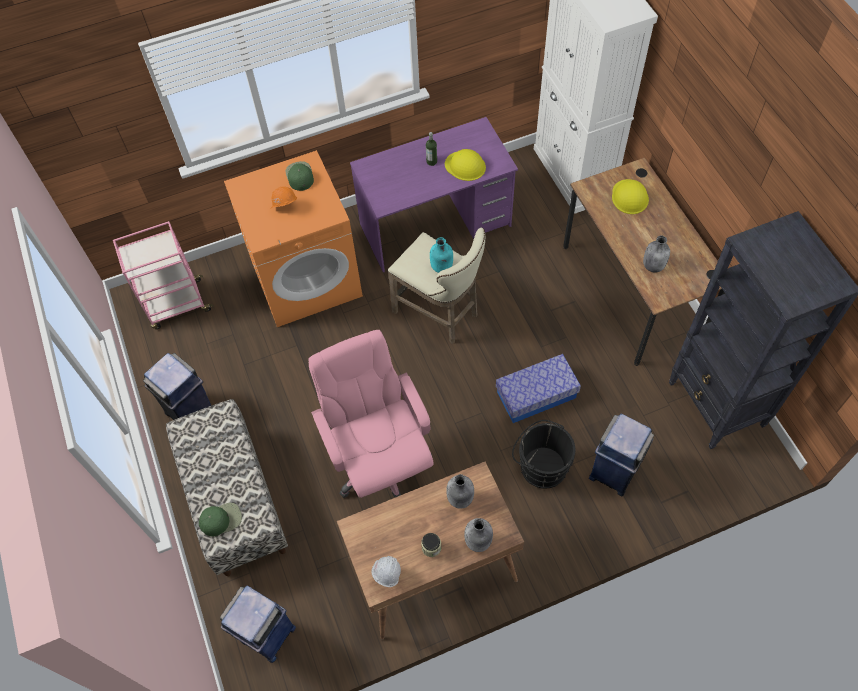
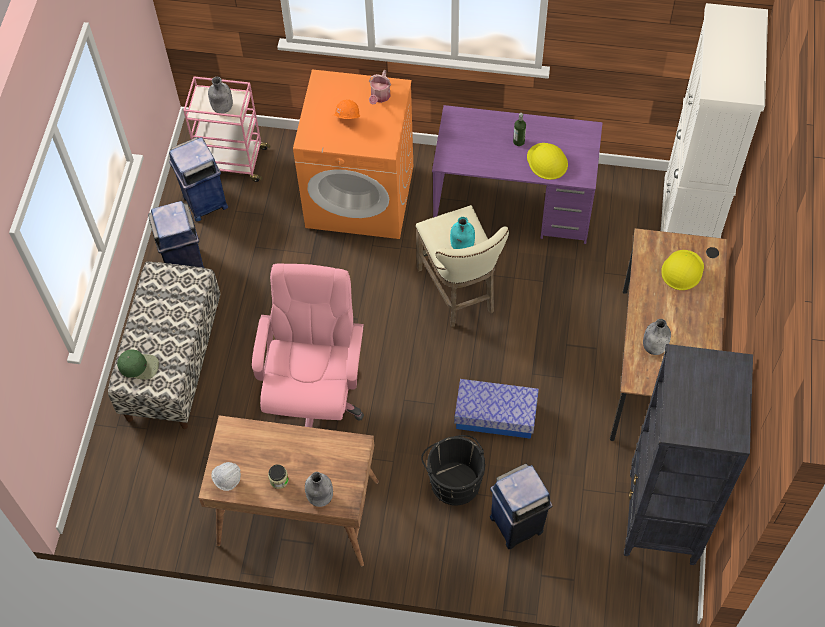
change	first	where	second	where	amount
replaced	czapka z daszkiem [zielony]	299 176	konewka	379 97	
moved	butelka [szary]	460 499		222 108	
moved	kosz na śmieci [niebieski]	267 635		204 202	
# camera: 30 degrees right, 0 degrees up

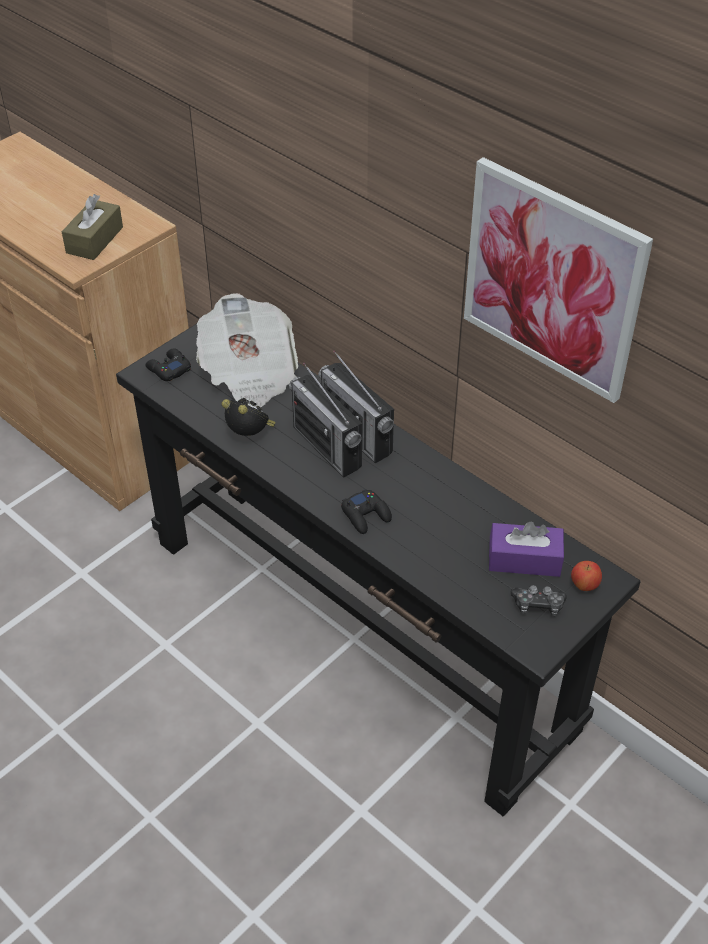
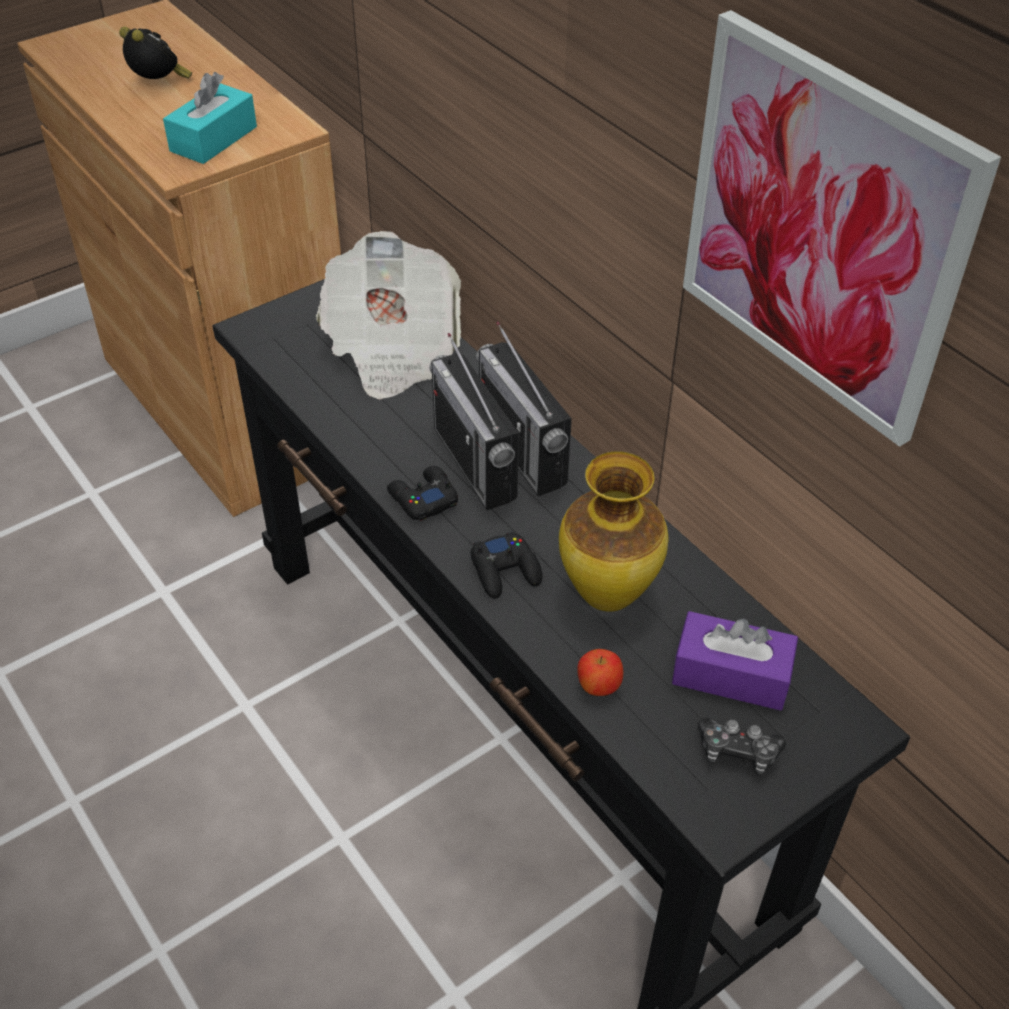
change	first	where	second	where	amount
recoloured	pudełko chusteczek [brązowy]	94 240	pudełko chusteczek [turkusowy]	213 139	
moved	pad do gier [czarny]	168 369		422 498	
moved	budzik	250 435		159 84	
moved	jabłko	584 585		598 686	
added			wazon	609 595	
# camera: 10 degrees right, 0 degrees up

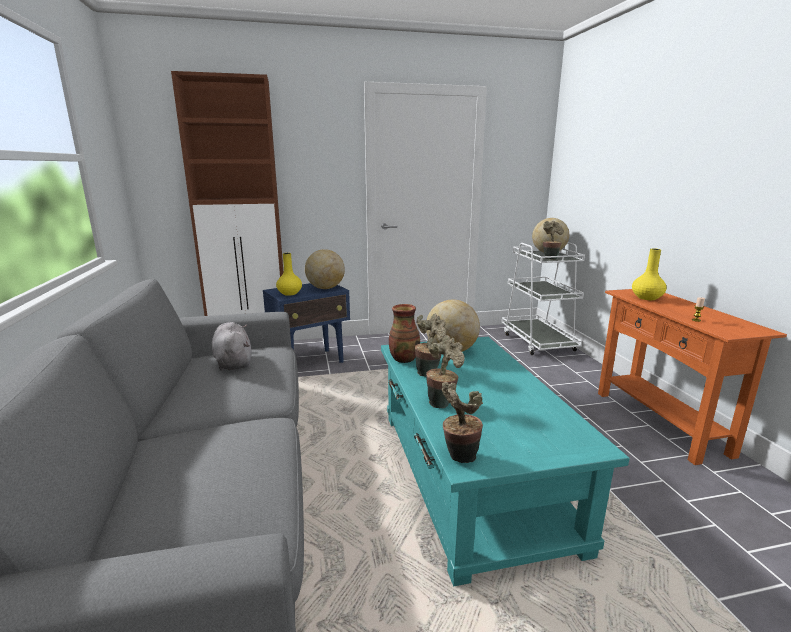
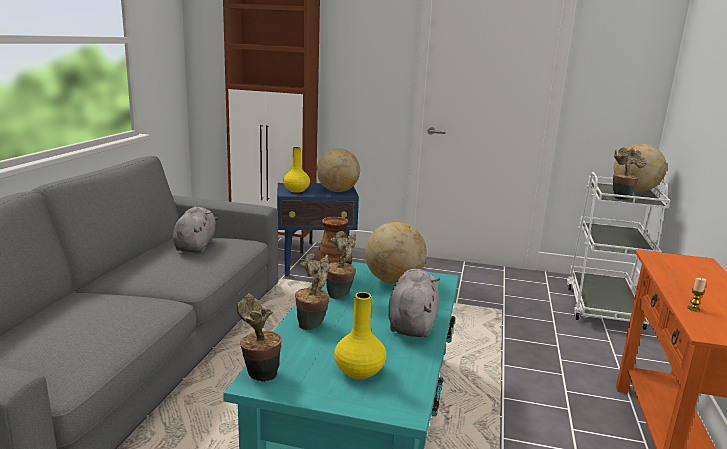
change	first	where	second	where	amount
moved	wazon [żółty]	646 298		358 371	
added			pluszak [szary]	412 323	
# camera: 25 degrees right, 0 degrees up

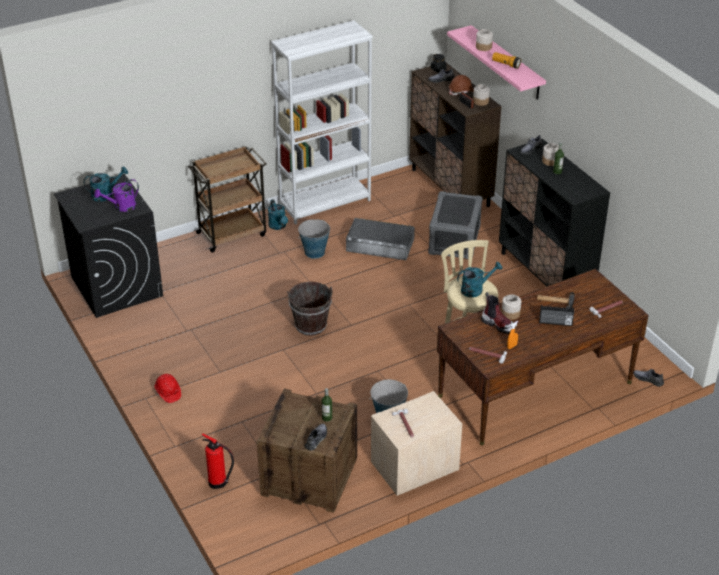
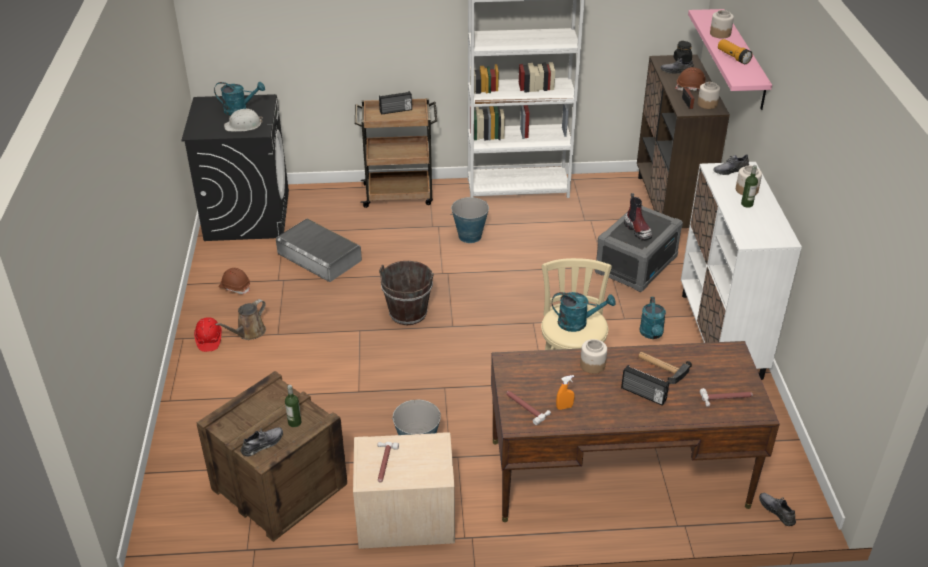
change	first	where	second	where	amount
recoloured	szafka [czarny]	545 275	szafka [biały]	721 335	
replaced	konewka [fioletowy]	121 207	kask [biały]	243 125	
moved	konewka [turkusowy]	278 226		652 334	
moved	pojemnik do przechowywania [szary]	380 244		319 257	
moved	but z cholewką	498 324		638 230	
removed	gaśnica	219 483			
added			radio	396 111	
added			kask [brązowy]	235 287	
added			konewka [brązowy]	249 333	
# camera: 25 degrees right, 0 degrees up

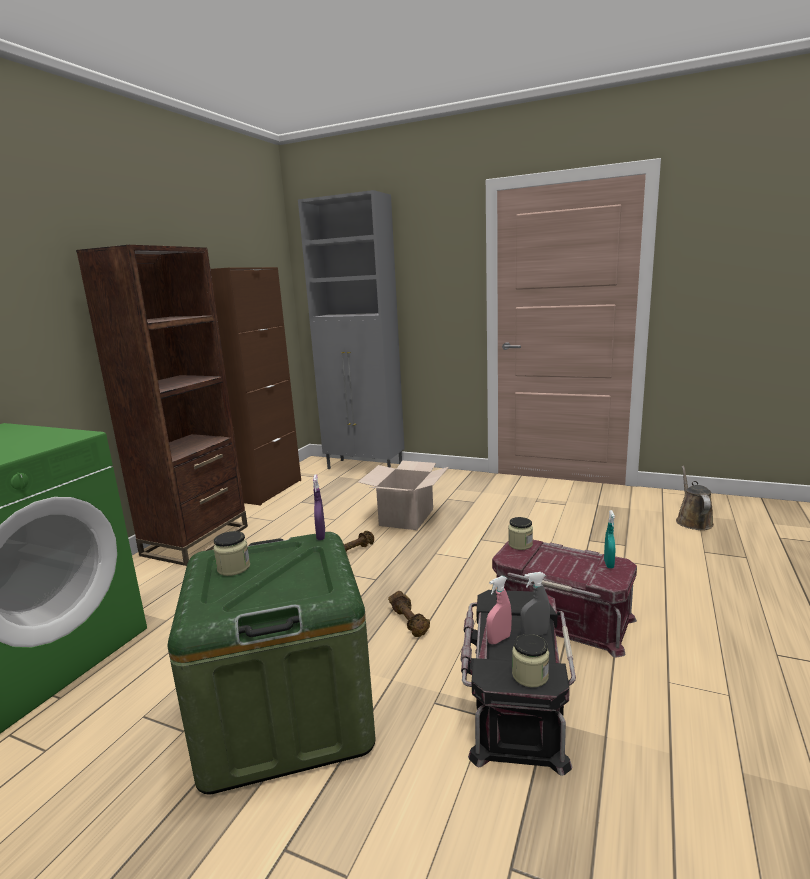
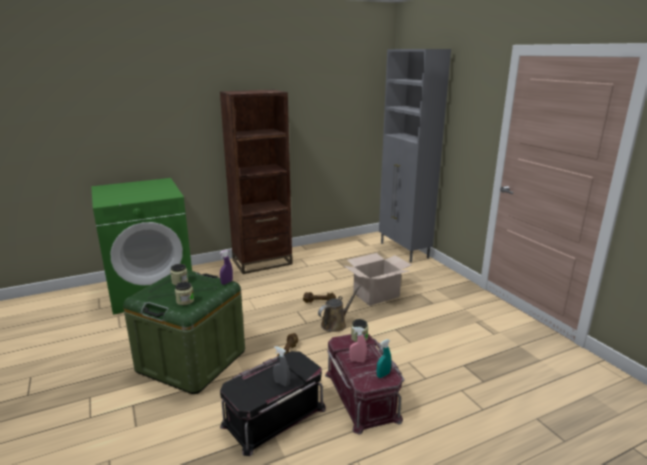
change	first	where	second	where	amount
removed	szafka [brązowy]	269 490			
moved	konewka [brązowy]	693 521		335 324	
moved	spryskiwacz [różowy]	499 639		357 361	
moved	słoik	530 675		185 301	
# camera: 40 degrees right, 5 degrees up

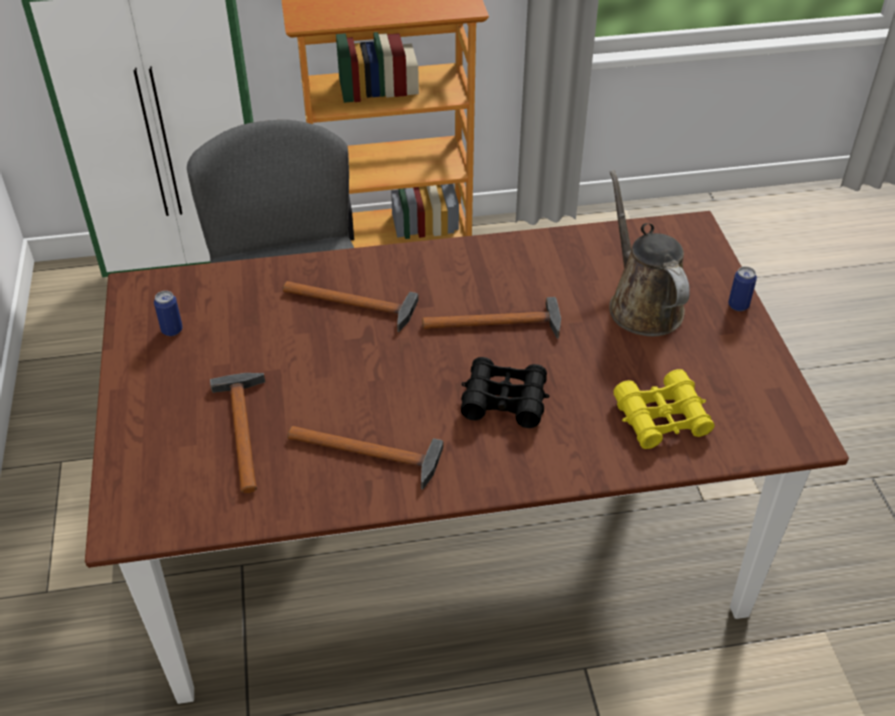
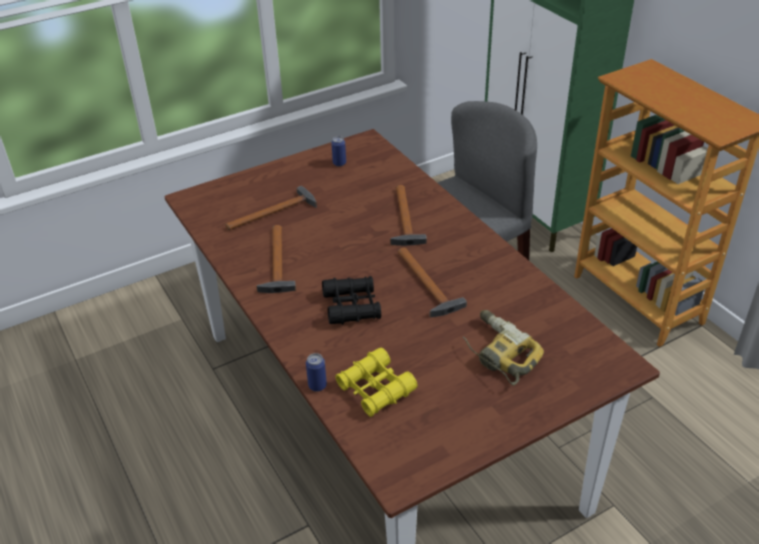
change	first	where	second	where	amount
replaced	konewka [brązowy]	642 304	wiertarka	498 353	
moved	puszka	738 305		317 385	
# camera: 70 degrees right, 5 degrees down

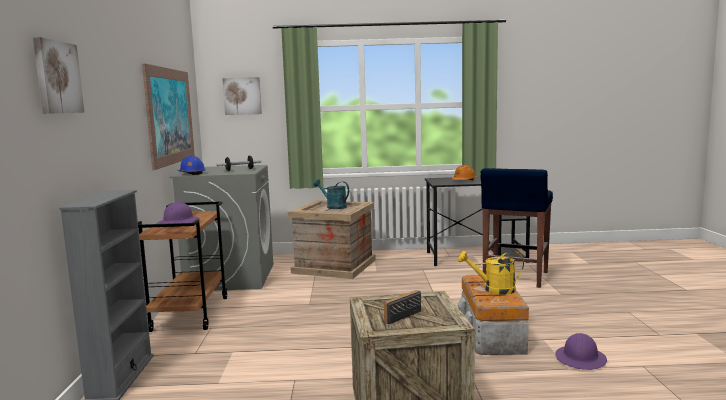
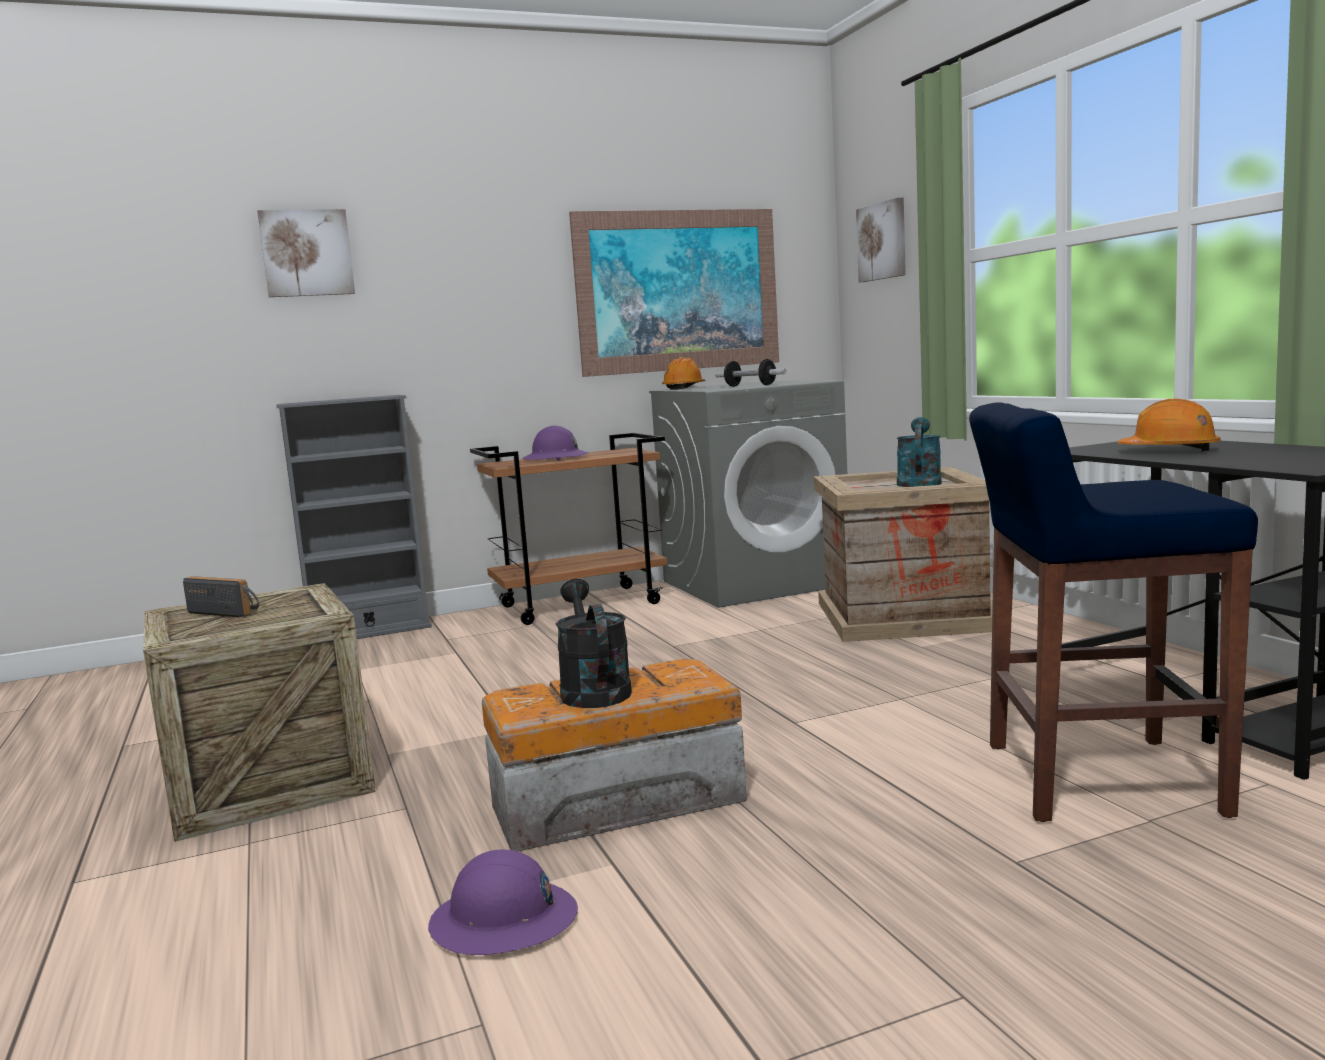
change	first	where	second	where	amount
recoloured	kask [niebieski]	191 173	kask [pomarańczowy]	684 388	
recoloured	konewka [żółty]	493 289	konewka [czarny]	592 690	
# camera: 70 degrees right, 0 degrees up

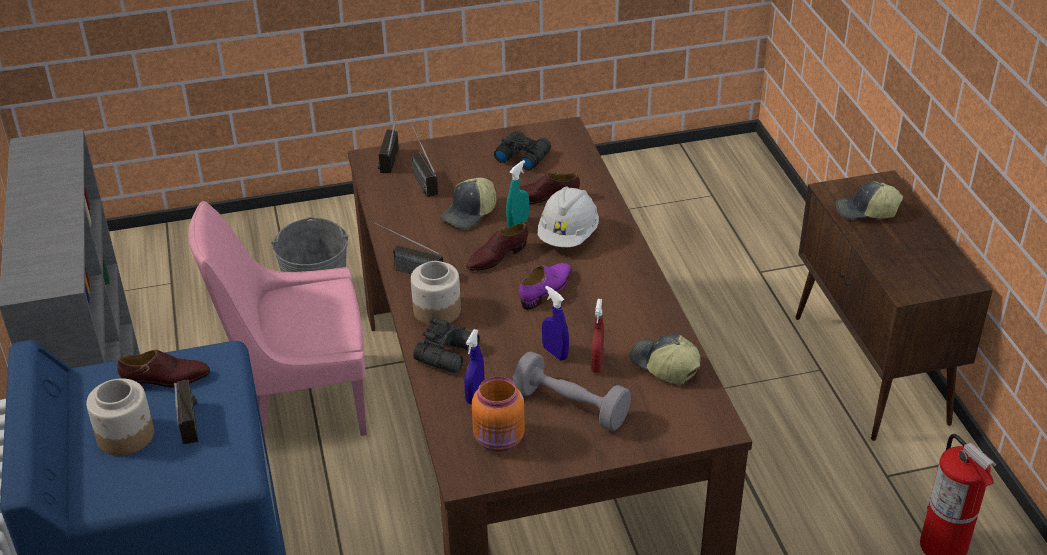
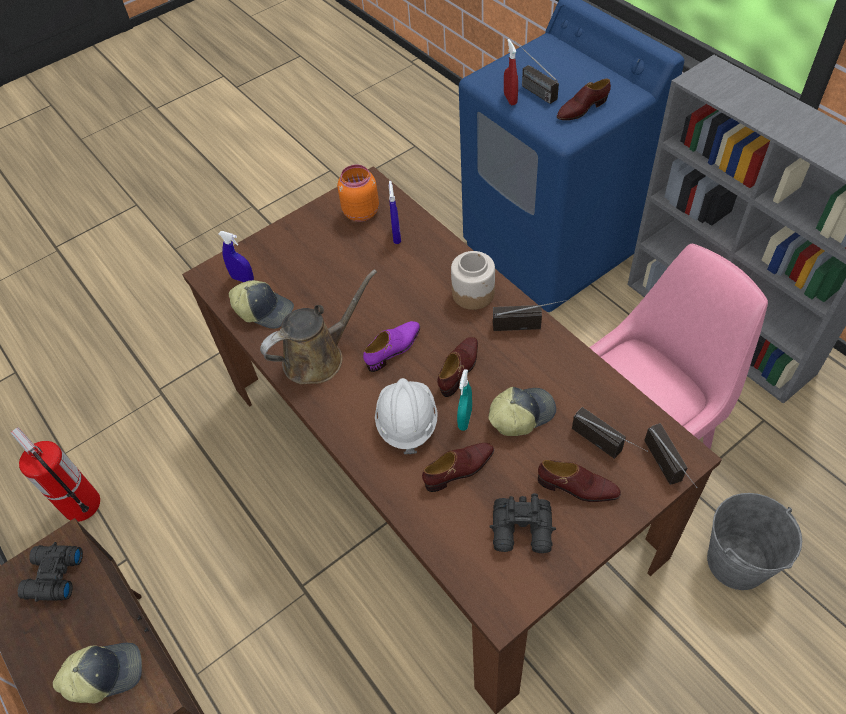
change	first	where	second	where	amount
turned	czapka z daszkiem	470 213		520 414	45 degrees clockwise
turned	but [fioletowy]	546 290		394 349	150 degrees counterclockwise
moved	spryskiwacz [niebieski]	555 353		243 279	
moved	spryskiwacz [czerwony]	597 364		510 99	
moved	lornetka [czarny]	449 354		53 577	
removed	hantel [szary]	570 406			
removed	słoik	126 435			
added			konewka [brązowy]	319 357	
added			but [brązowy]	577 488	
# camera: 160 degrees right, 15 degrees up

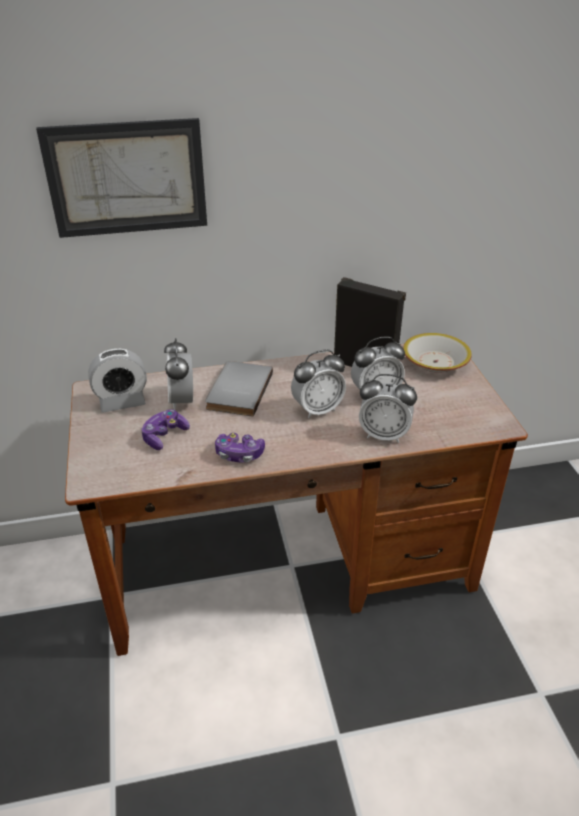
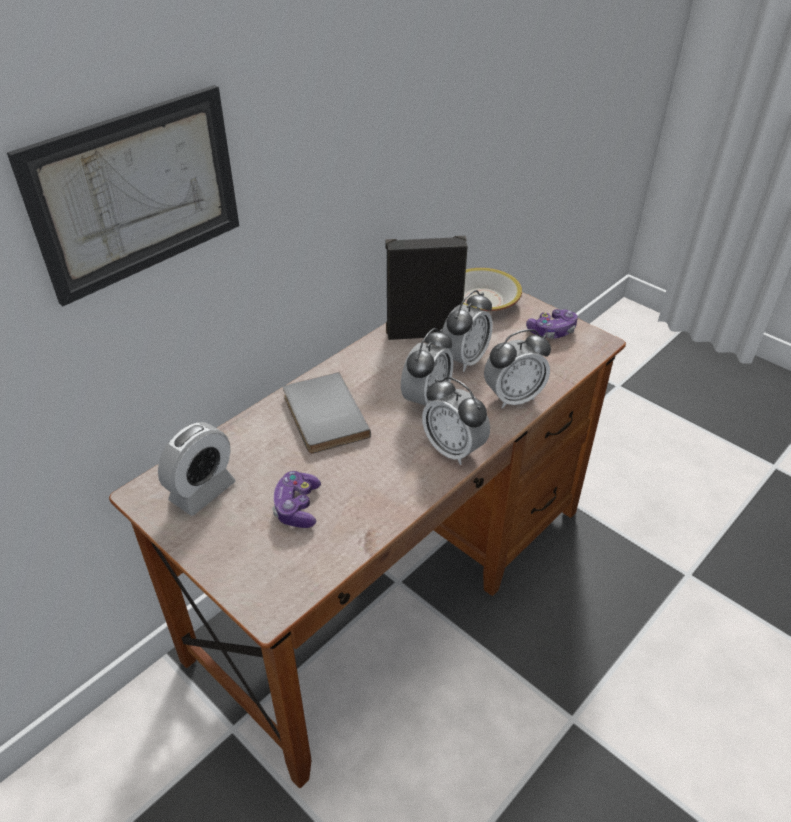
change	first	where	second	where	amount
moved	budzik	182 401		453 449	
moved	pad do gier	239 454		552 331	
# camera: 35 degrees left, 5 degrees up

